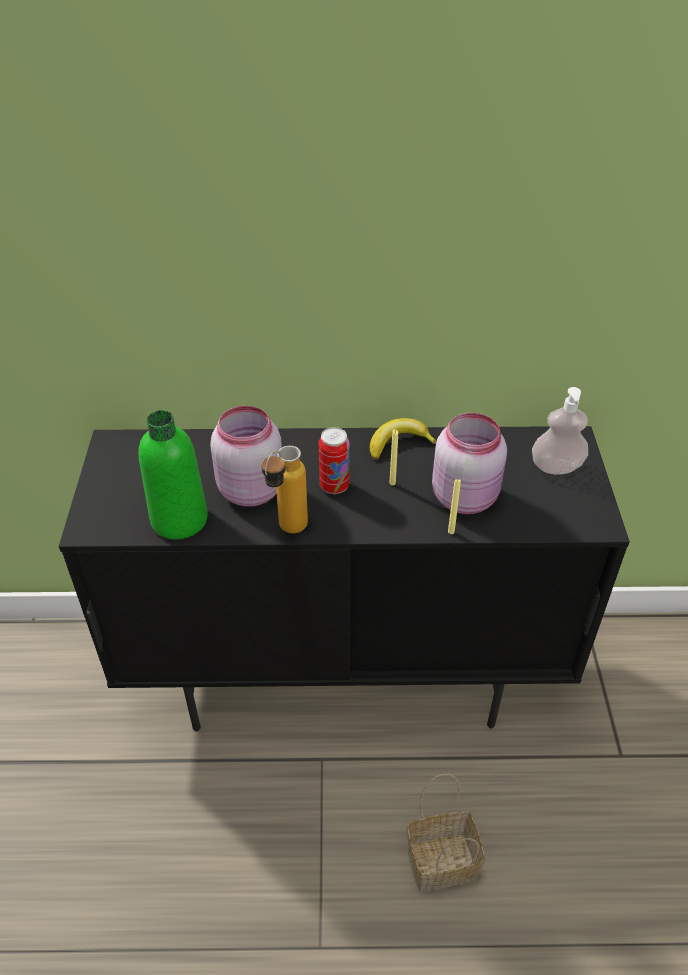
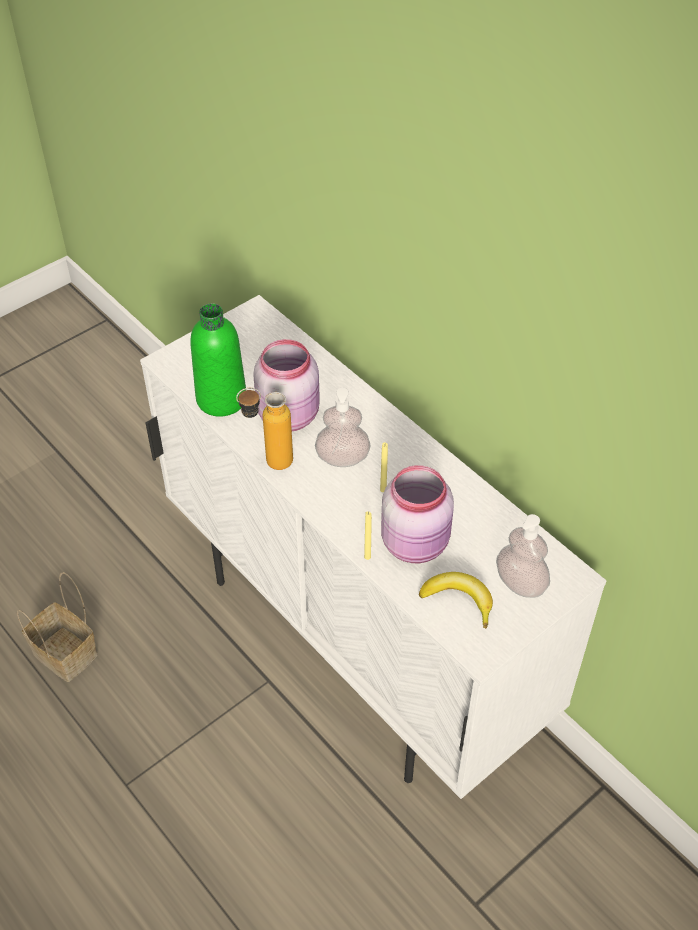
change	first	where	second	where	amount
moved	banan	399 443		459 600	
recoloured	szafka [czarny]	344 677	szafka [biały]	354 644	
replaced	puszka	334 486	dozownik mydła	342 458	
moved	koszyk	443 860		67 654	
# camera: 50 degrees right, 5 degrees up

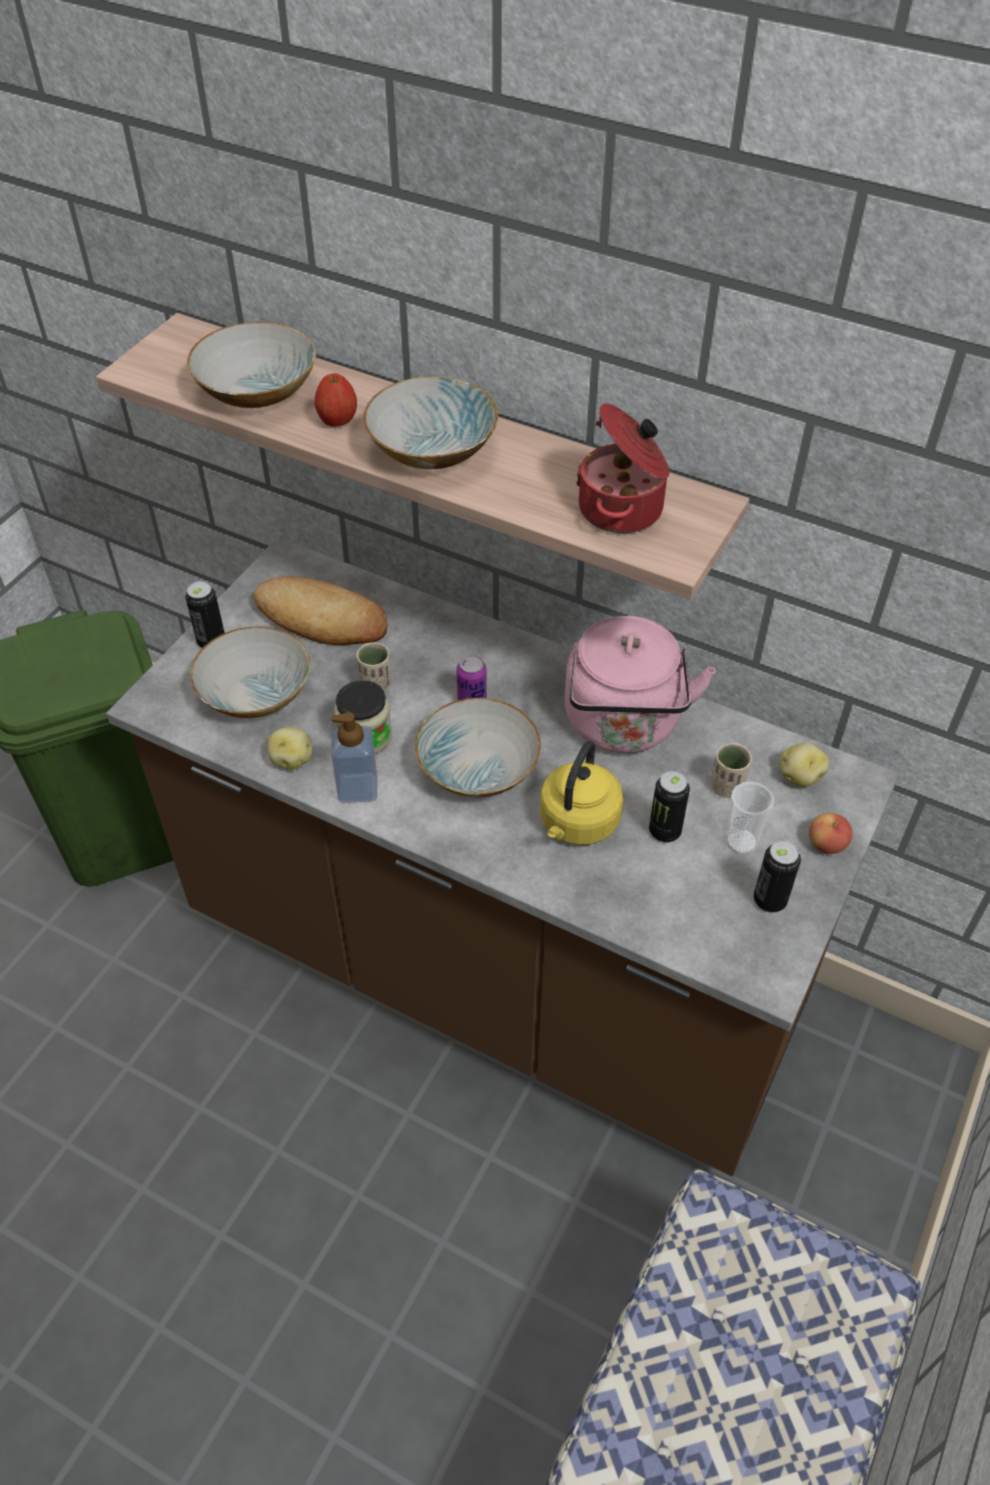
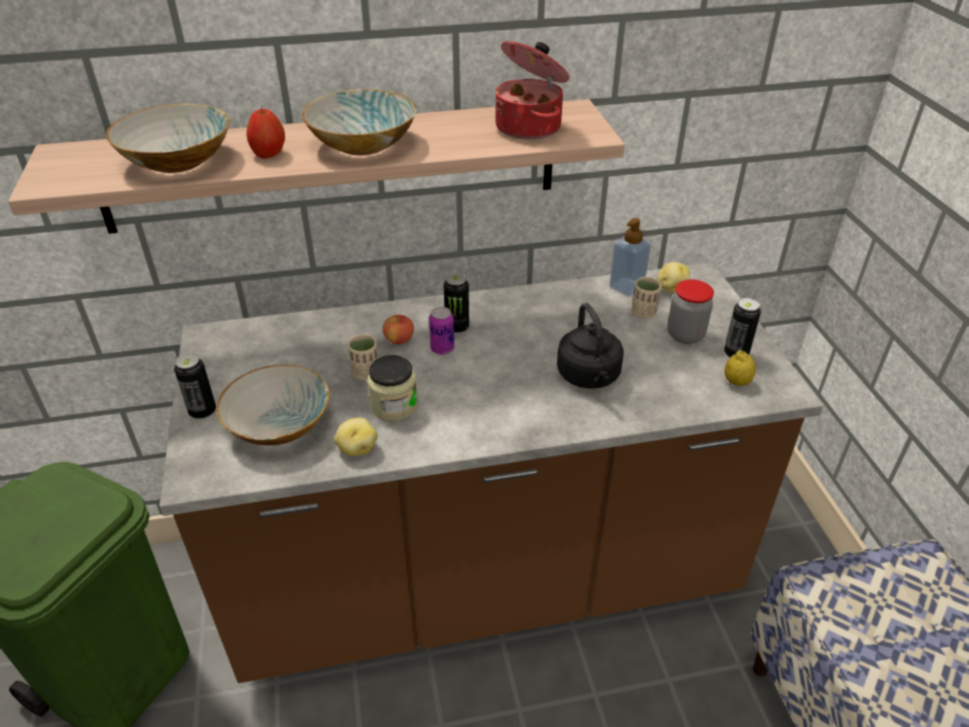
change	first	where	second	where	amount
removed	chleb	322 619			
removed	czajnik [różowy]	623 725			
removed	miska	477 768			
moved	dozownik mydła	357 788		626 287	
recoloured	czajnik [żółty]	577 824	czajnik [czarny]	589 377	
moved	puszka	664 831		457 328	
replaced	filiżanka	741 842	słoik	685 335	
moved	jabłko	826 844		399 340	
added			cytryna	736 382	
# camera: 40 degrees left, 10 degrees down

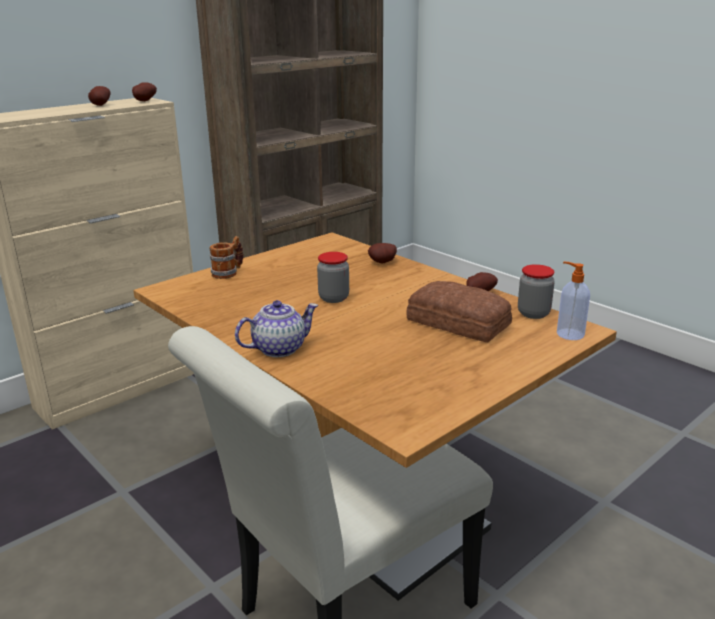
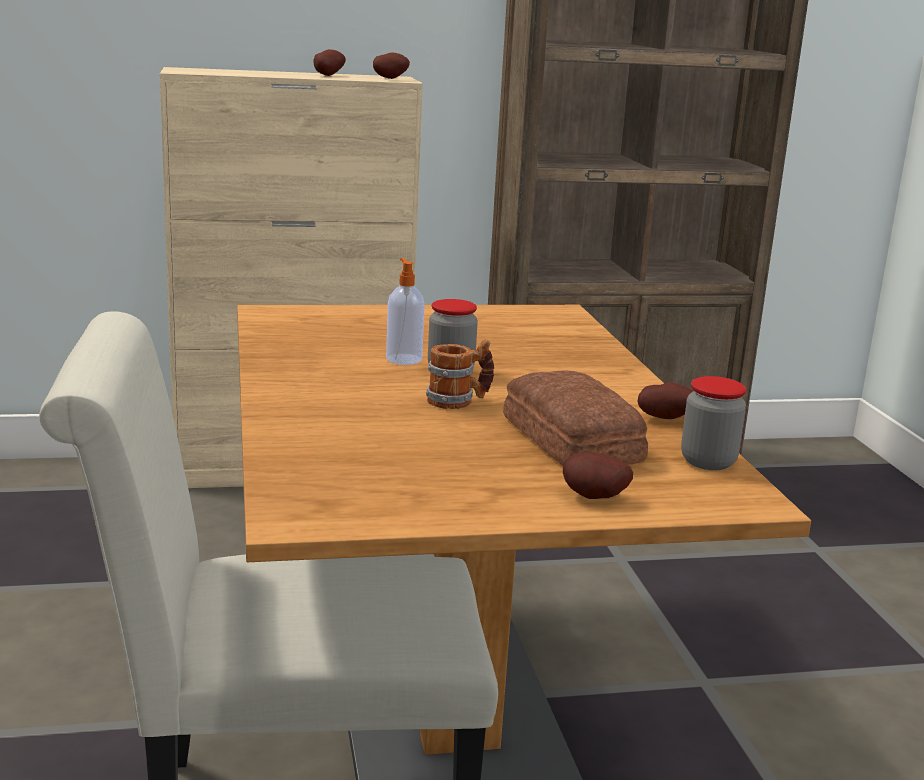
change	first	where	second	where	amount
moved	kubek	228 272		459 401	
moved	ziemniak	383 263		594 498	
moved	dozownik mydła	569 334		403 359	
removed	imbryk	279 348			
# camera: 30 degrees right, 5 degrees down

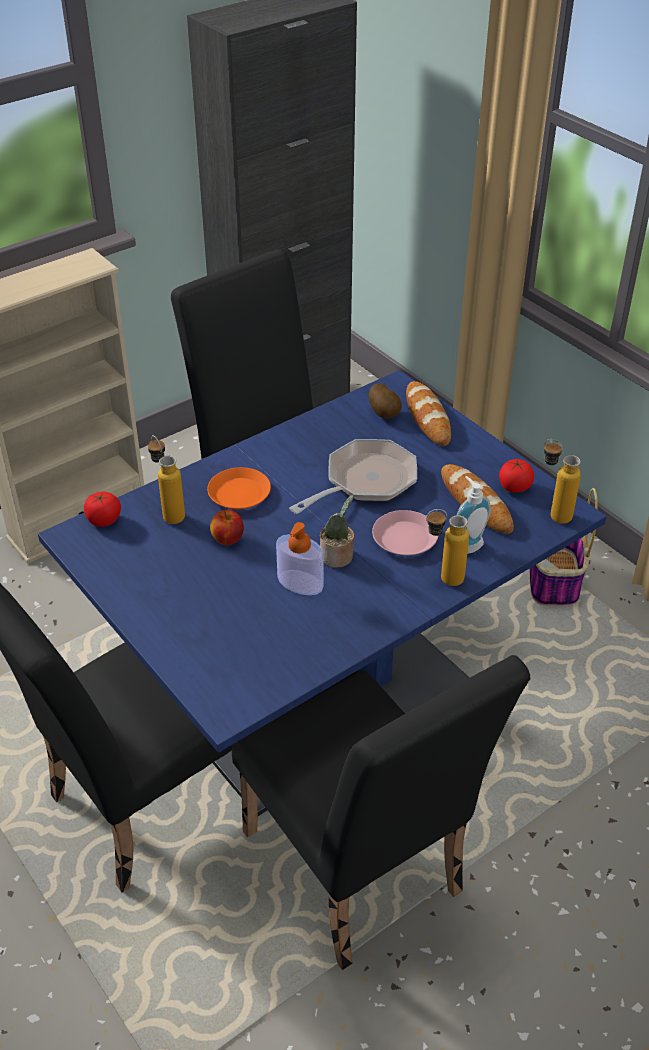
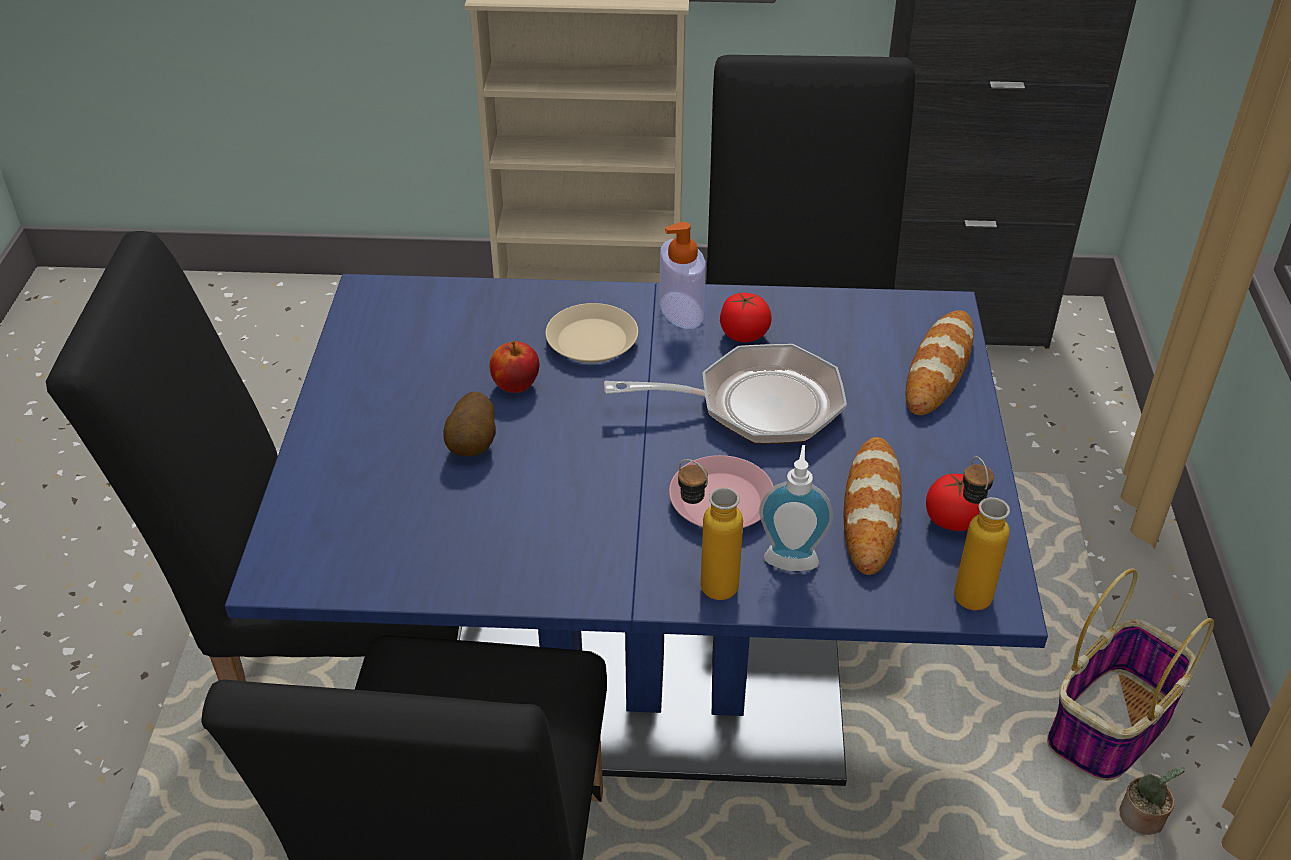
change	first	where	second	where	amount
moved	ziemniak	385 413		474 446	
removed	butelka	169 512			
recoloured	talerz [pomarańczowy]	239 493	talerz [beżowy]	592 340	
moved	pomidor	104 520		744 334	
moved	roślina doniczkowa	338 557		1142 820	
moved	dozownik mydła	300 582		681 310	
# camera: 40 degrees right, 0 degrees up

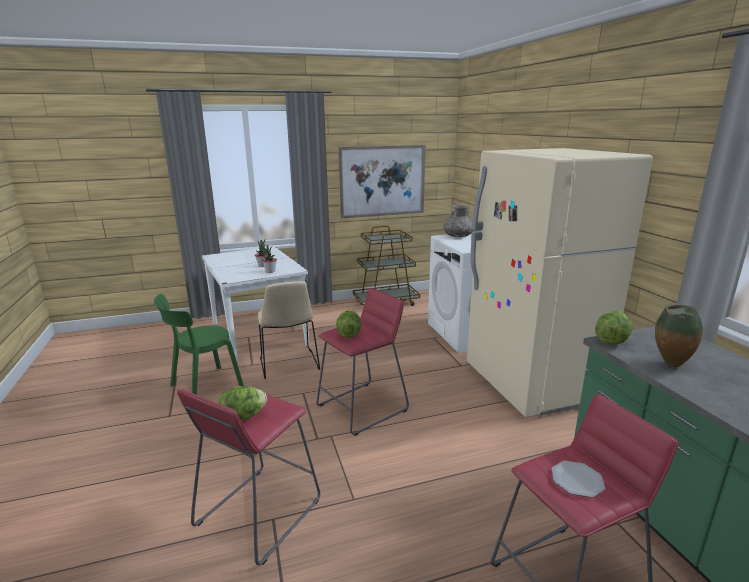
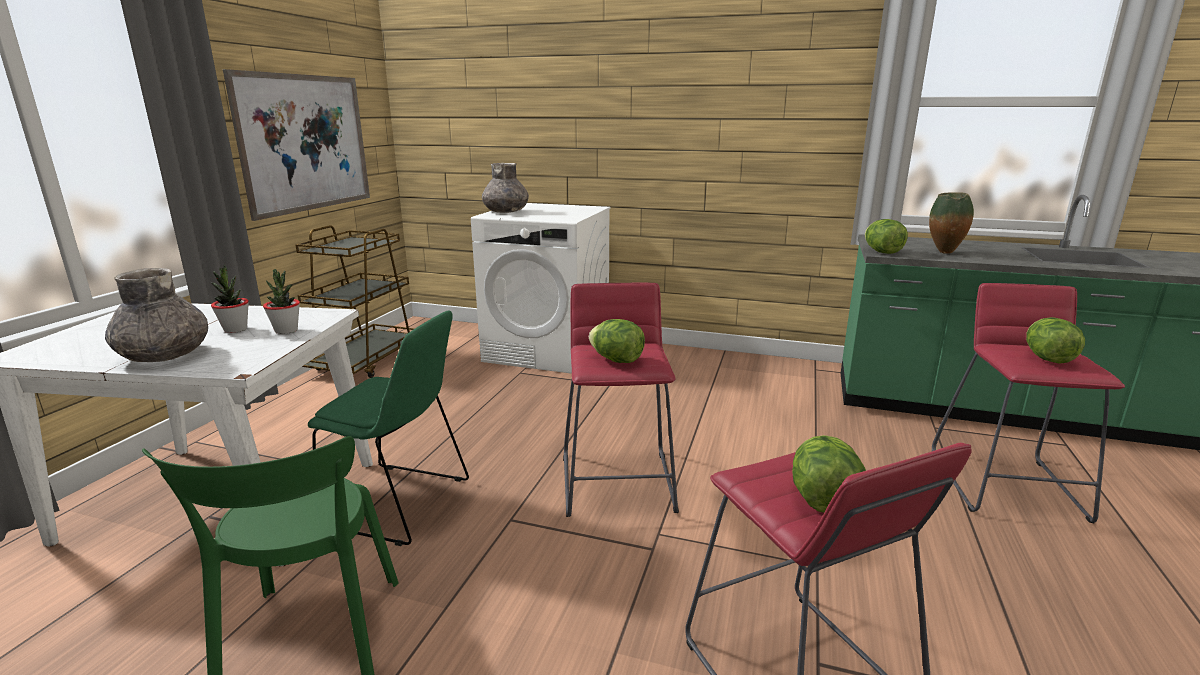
change	first	where	second	where	amount
removed	lodówka [beżowy]	531 384			
recoloured	krzesło [beżowy]	289 365	krzesło [zielony]	400 503	
replaced	talerz	576 480	sałata	1047 359	
added			wazon [szary]	165 355	
# camera: 55 degrees left, 0 degrees up

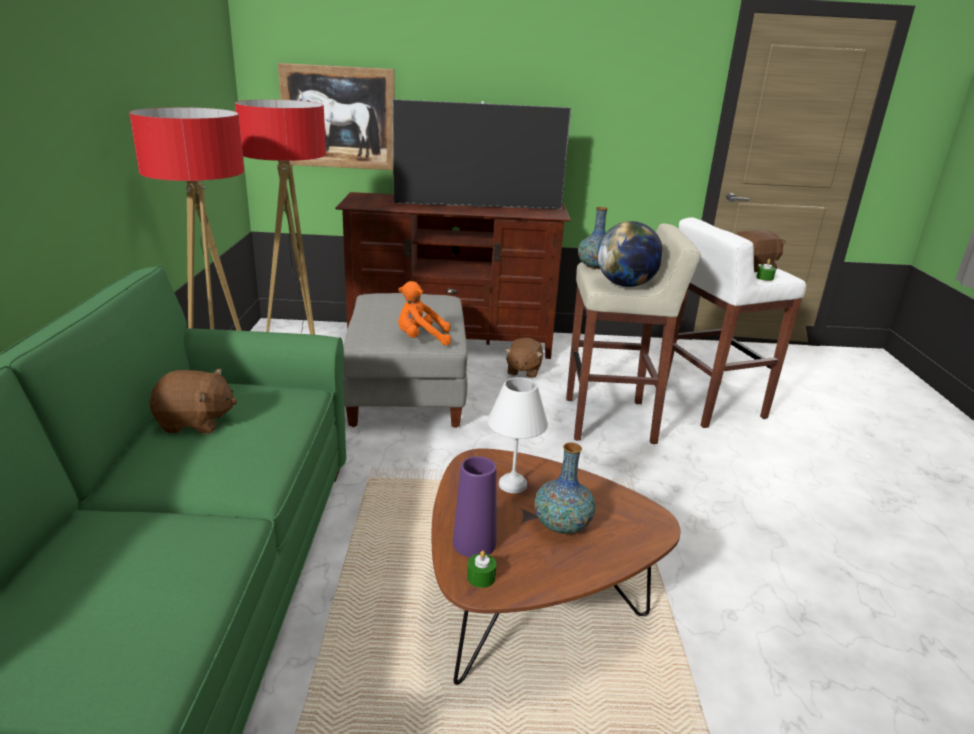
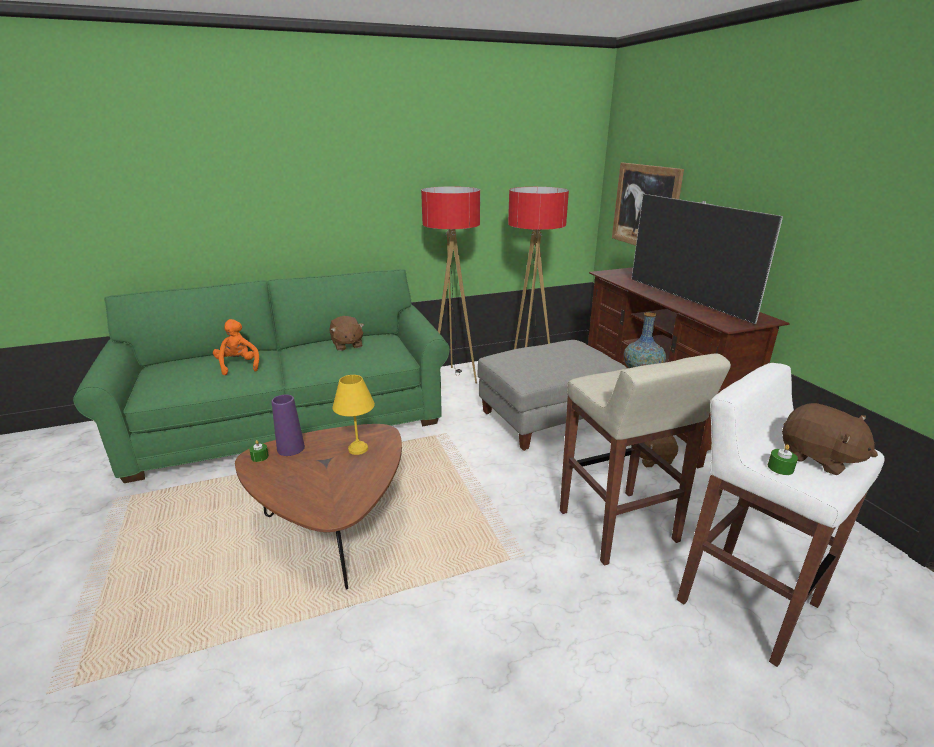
change	first	where	second	where	amount
removed	globus	625 285			
moved	pluszak [pomarańczowy]	421 339		238 366	
recoloured	lampa stołowa [biały]	513 485	lampa stołowa [żółty]	357 449	
removed	wazon	562 525			
# camera: 70 degrees right, 0 degrees up

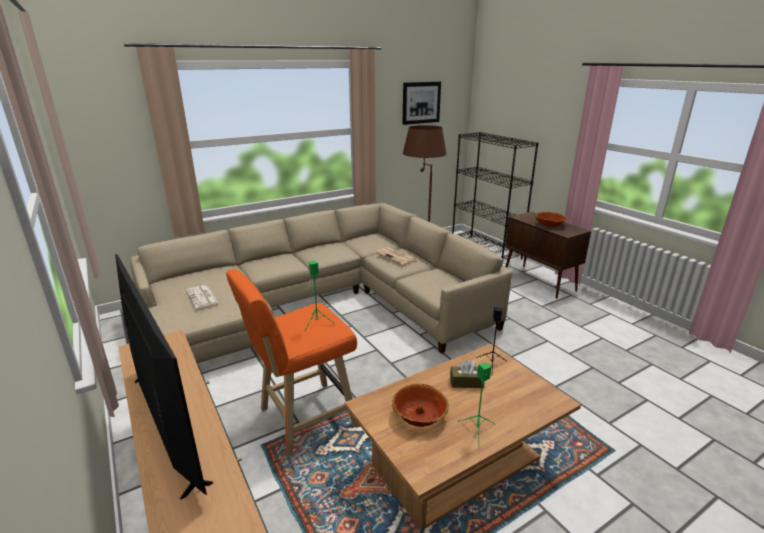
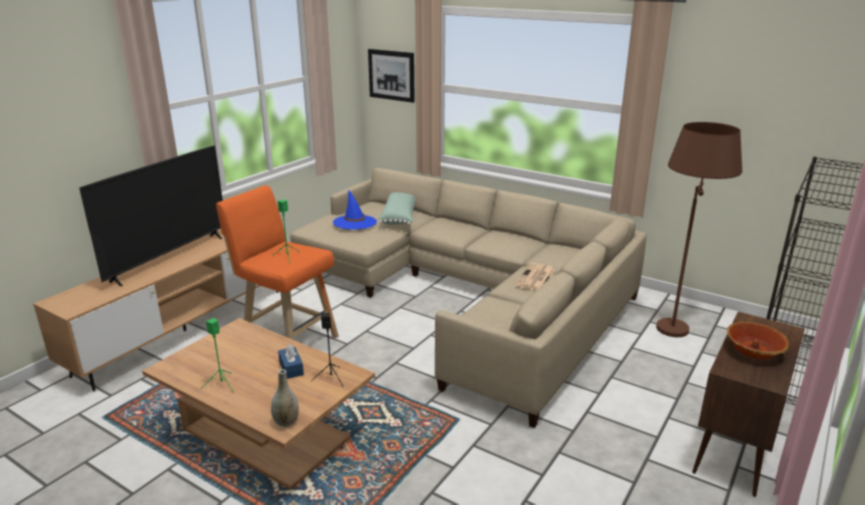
change	first	where	second	where	amount
moved	obraz	421 102		391 75	
replaced	gazeta	202 297	kapelusz [niebieski]	355 222	
recoloured	pudełko chusteczek [brązowy]	466 382	pudełko chusteczek [niebieski]	291 368	
removed	miska	419 415			
added			poduszka [zielony]	400 217	
added			wazon [szary]	286 422	
# camera: 65 degrees right, 0 degrees up

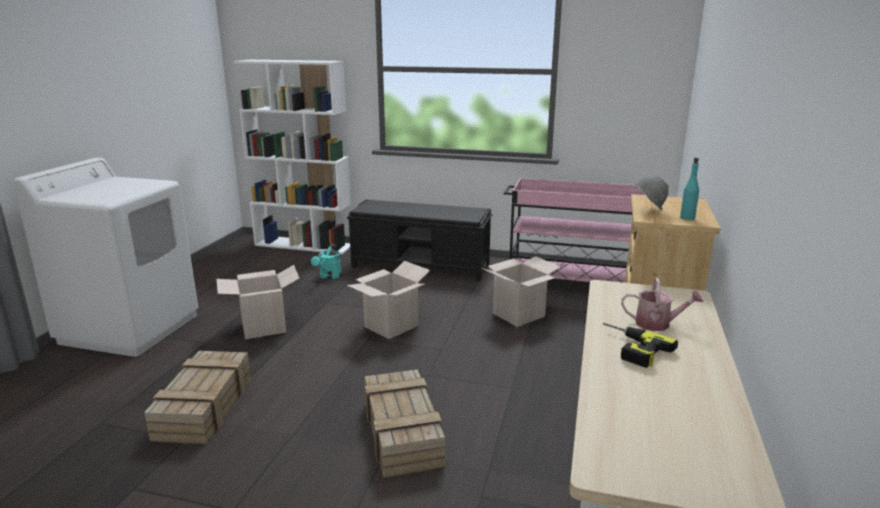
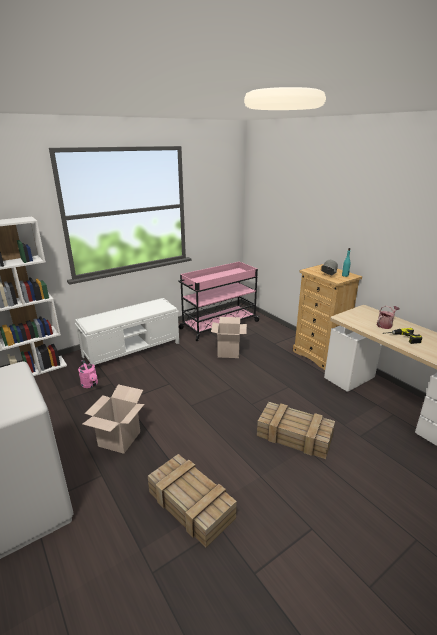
change	first	where	second	where	amount
recoloured	ławka [czarny]	421 266	ławka [biały]	132 349	
recoloured	konewka [turkusowy]	328 277	konewka [różowy]	90 384	
removed	karton	391 326			
# camera: 50 degrees left, 5 degrees up

